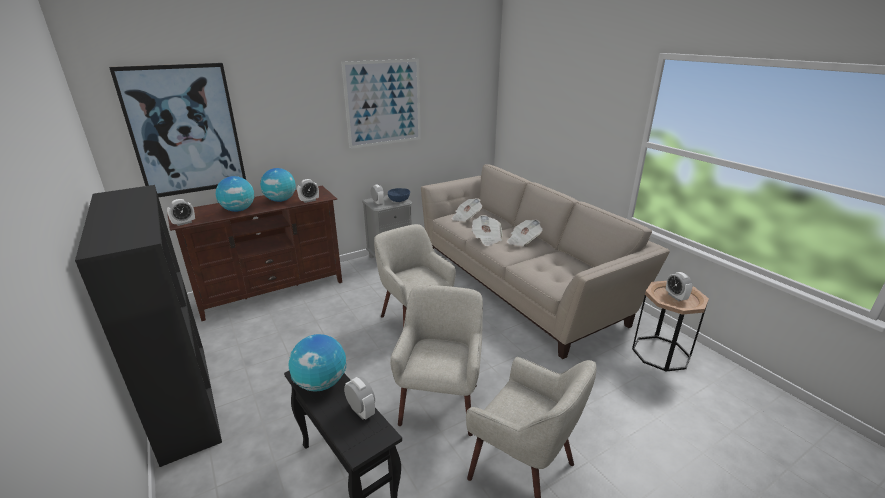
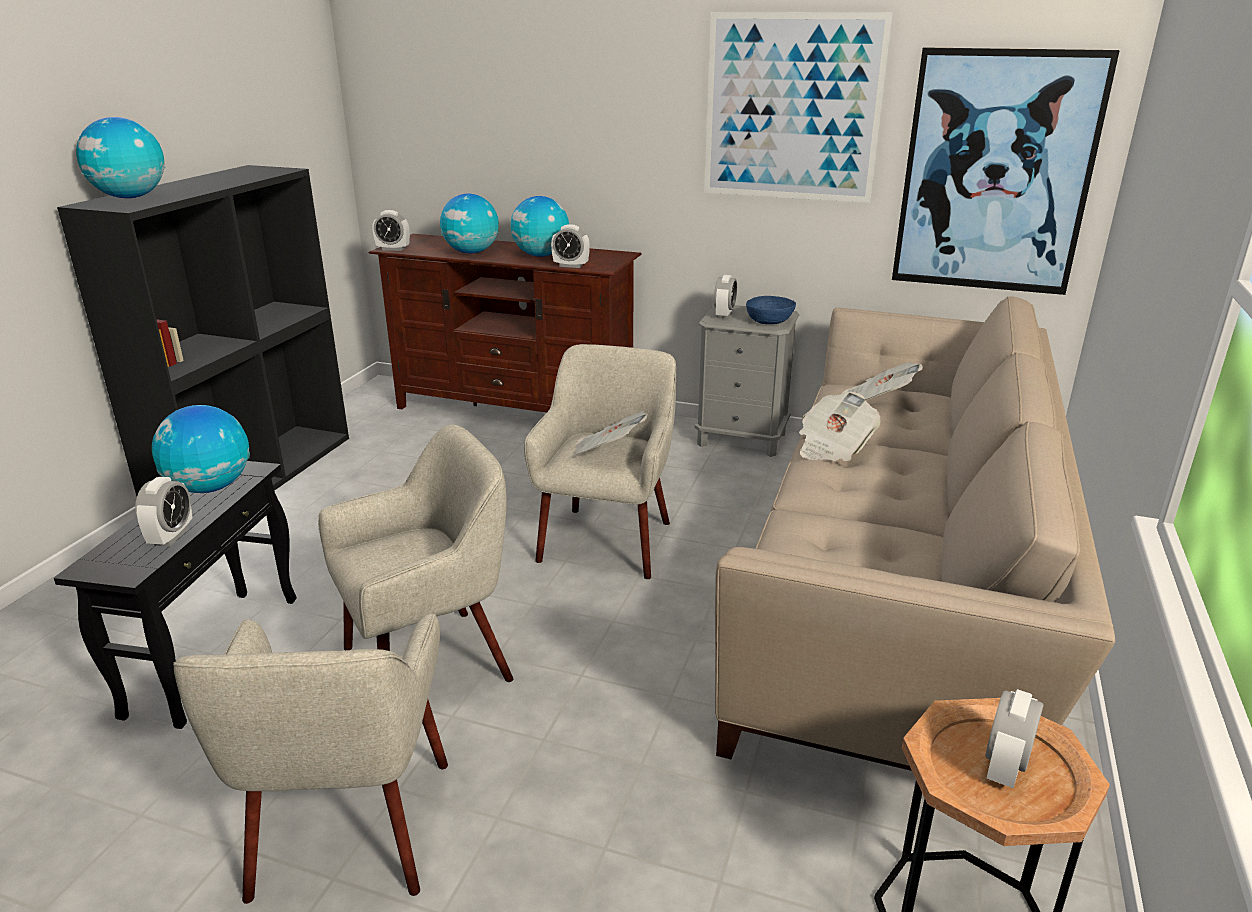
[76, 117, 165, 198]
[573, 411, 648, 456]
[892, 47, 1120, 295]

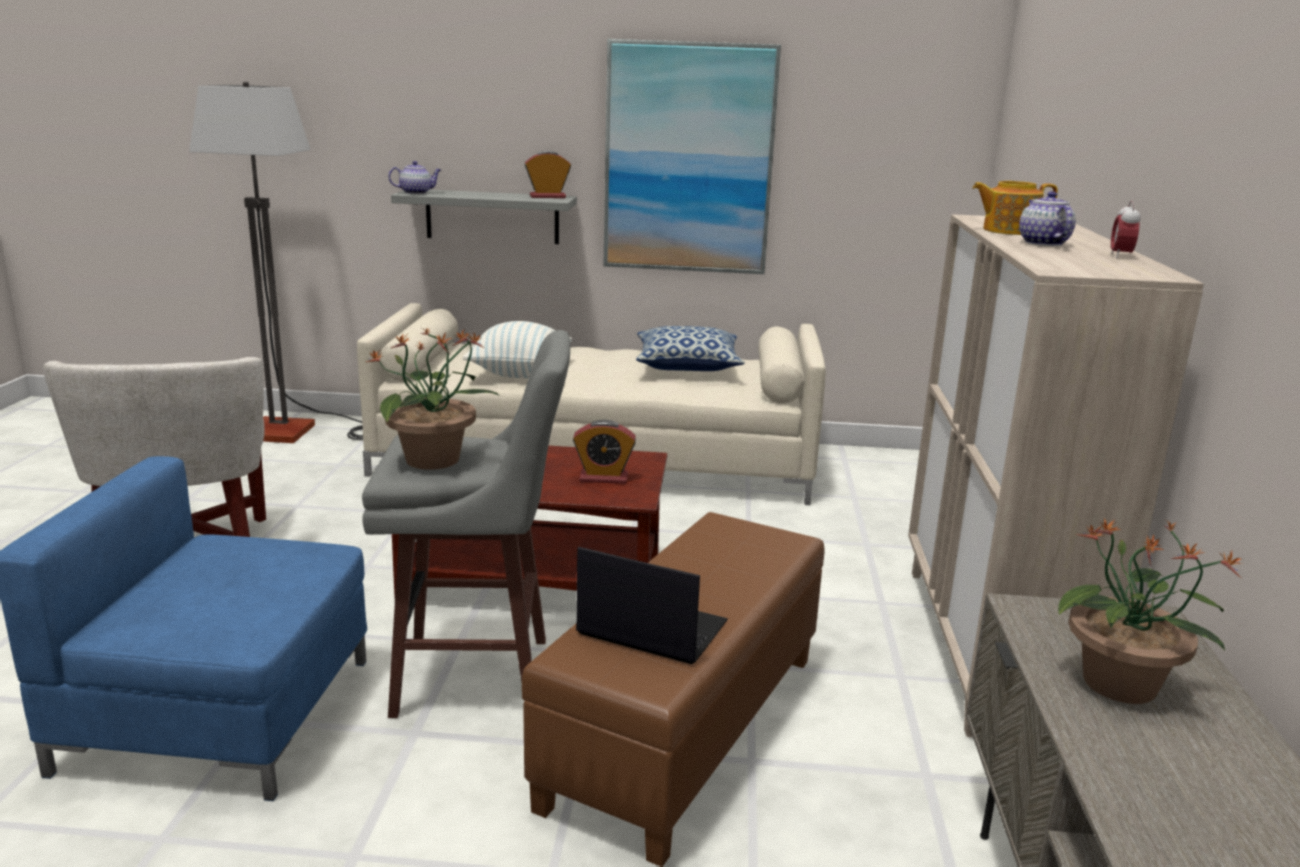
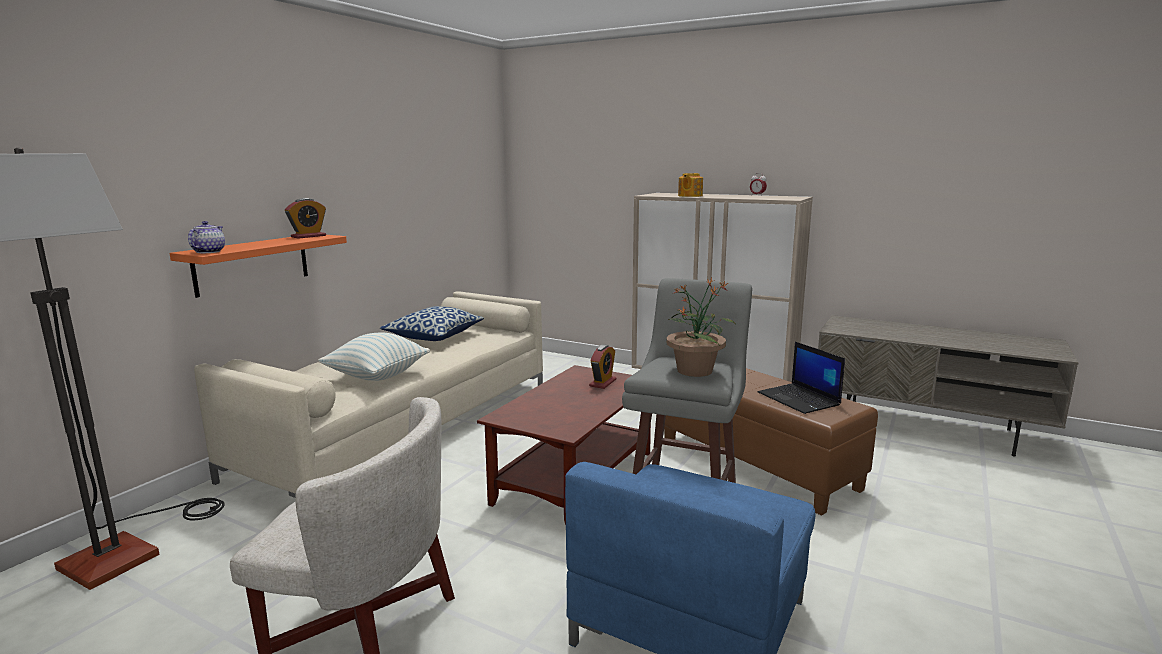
[169, 235, 347, 298]
[285, 198, 326, 239]
[758, 342, 845, 414]
[603, 39, 781, 274] (first image)
[1019, 191, 1076, 246] (first image)
[1058, 517, 1242, 704] (first image)

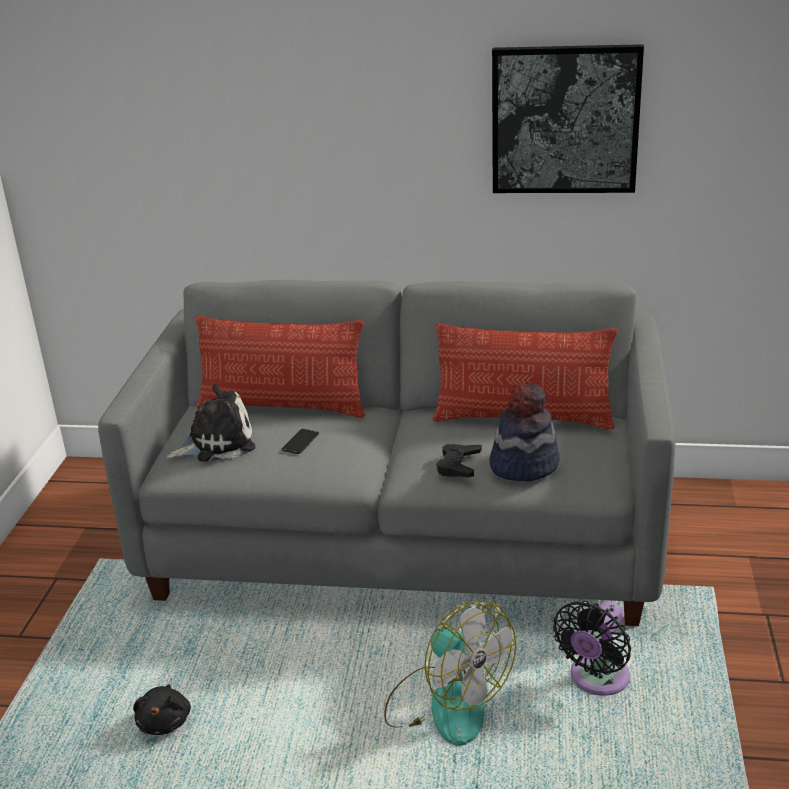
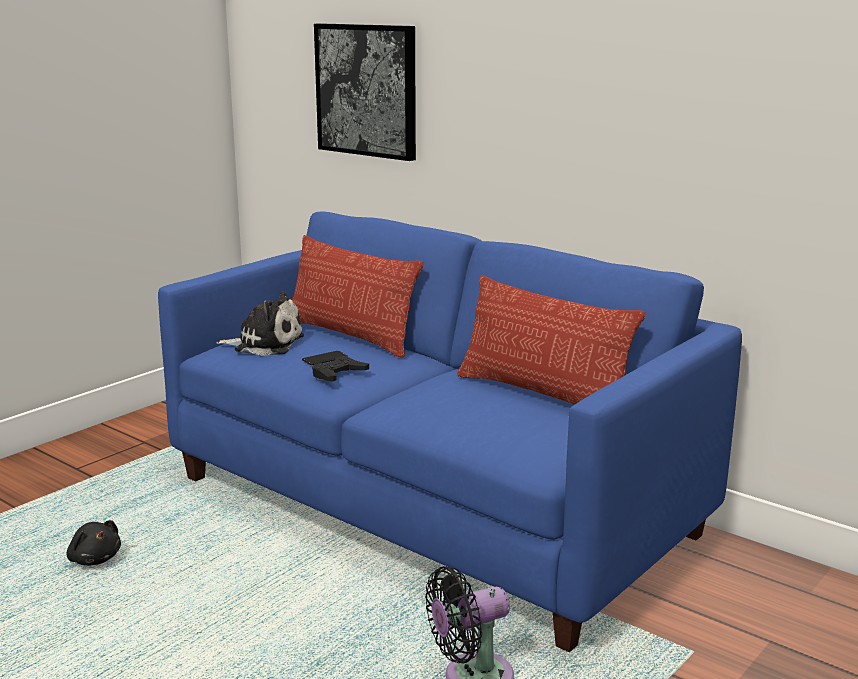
[67, 520, 121, 566]
[158, 212, 742, 652]
[312, 356, 369, 382]
[314, 23, 416, 161]
[384, 601, 516, 746] (first image)
[489, 382, 559, 481] (first image)

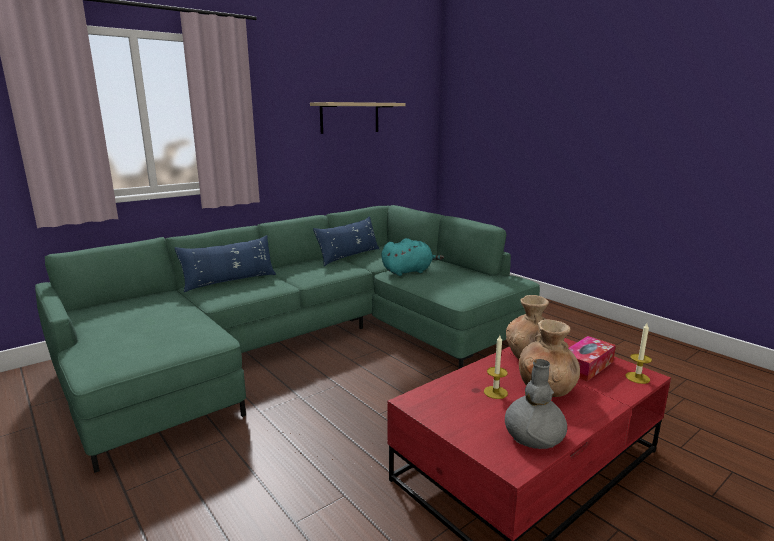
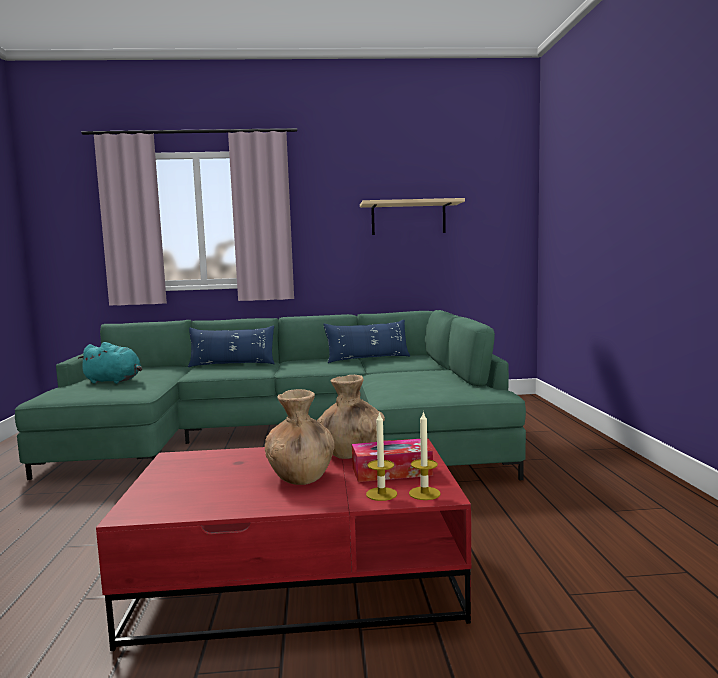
[77, 342, 142, 384]
[366, 412, 397, 501]
[505, 359, 567, 449] (first image)

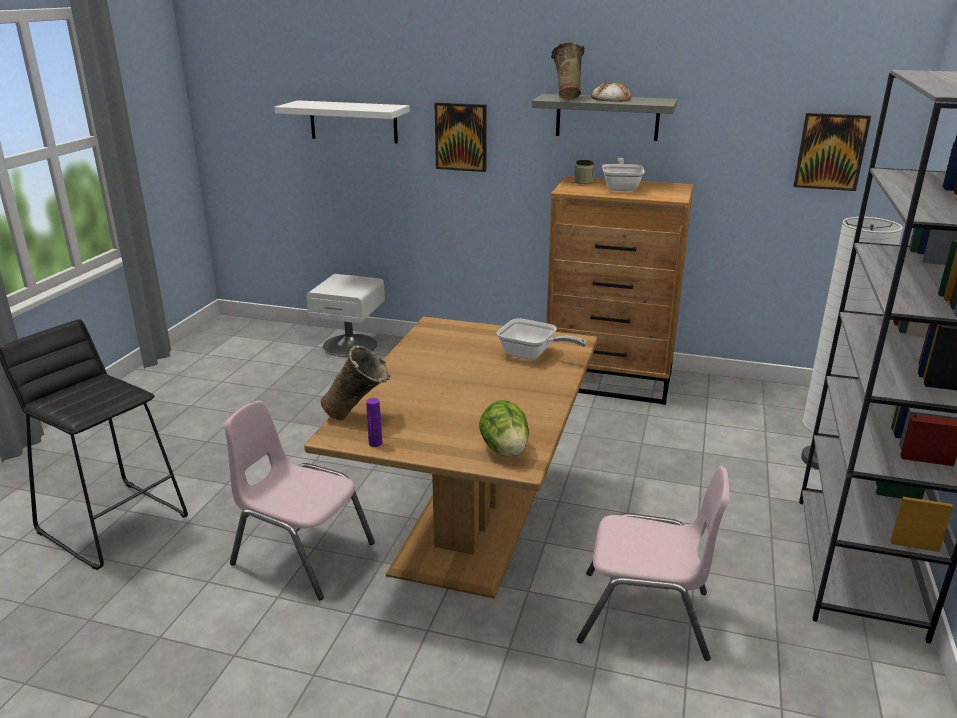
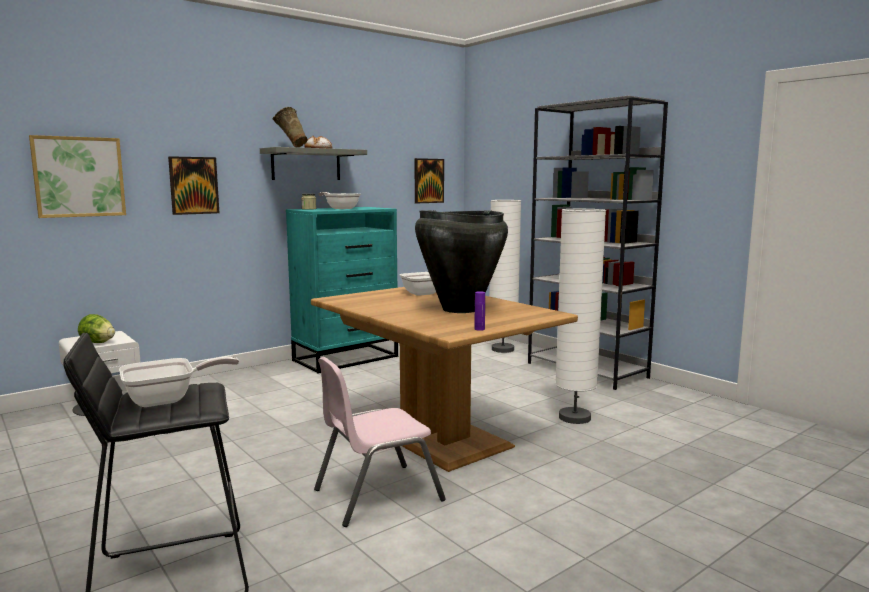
[29, 135, 126, 218]
[78, 314, 115, 343]
[119, 356, 239, 407]
[286, 207, 398, 374]
[415, 210, 508, 313]
[555, 209, 606, 424]
[321, 345, 390, 420] (first image)

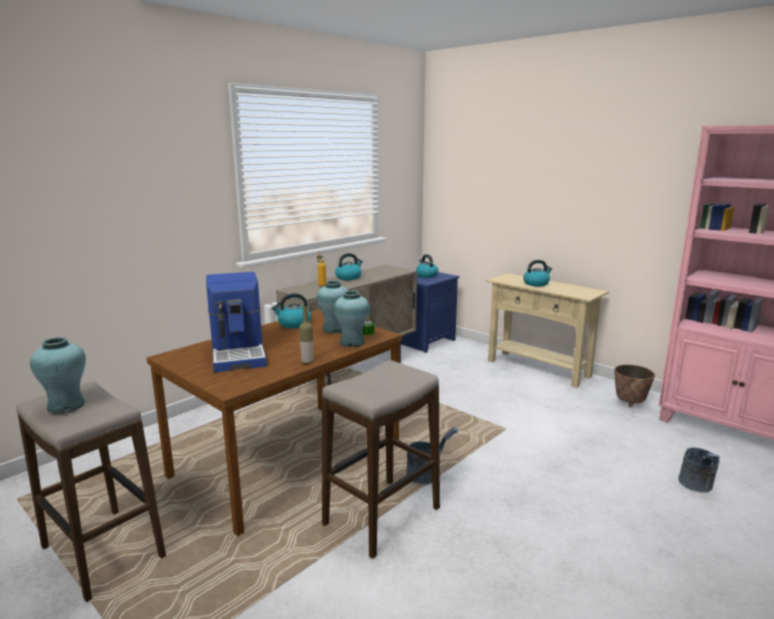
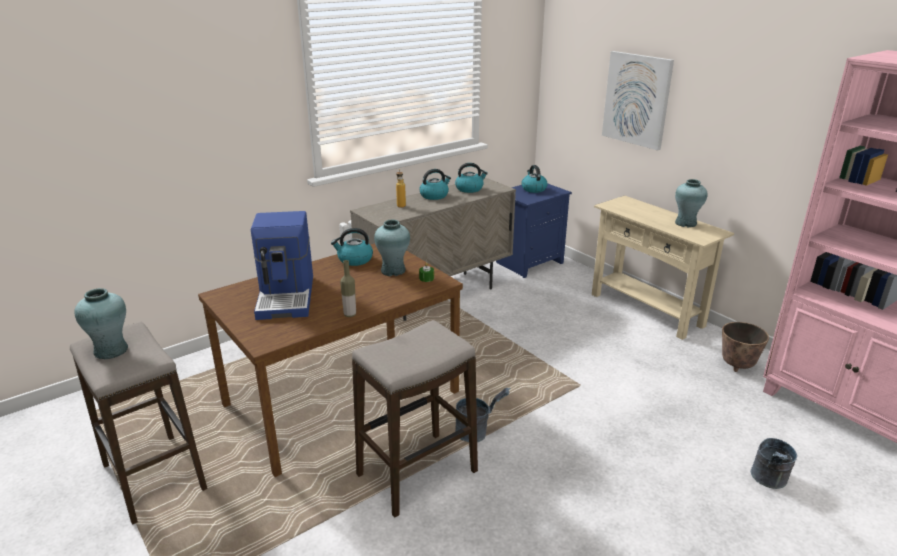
[455, 163, 488, 193]
[602, 51, 674, 150]
[675, 179, 707, 227]

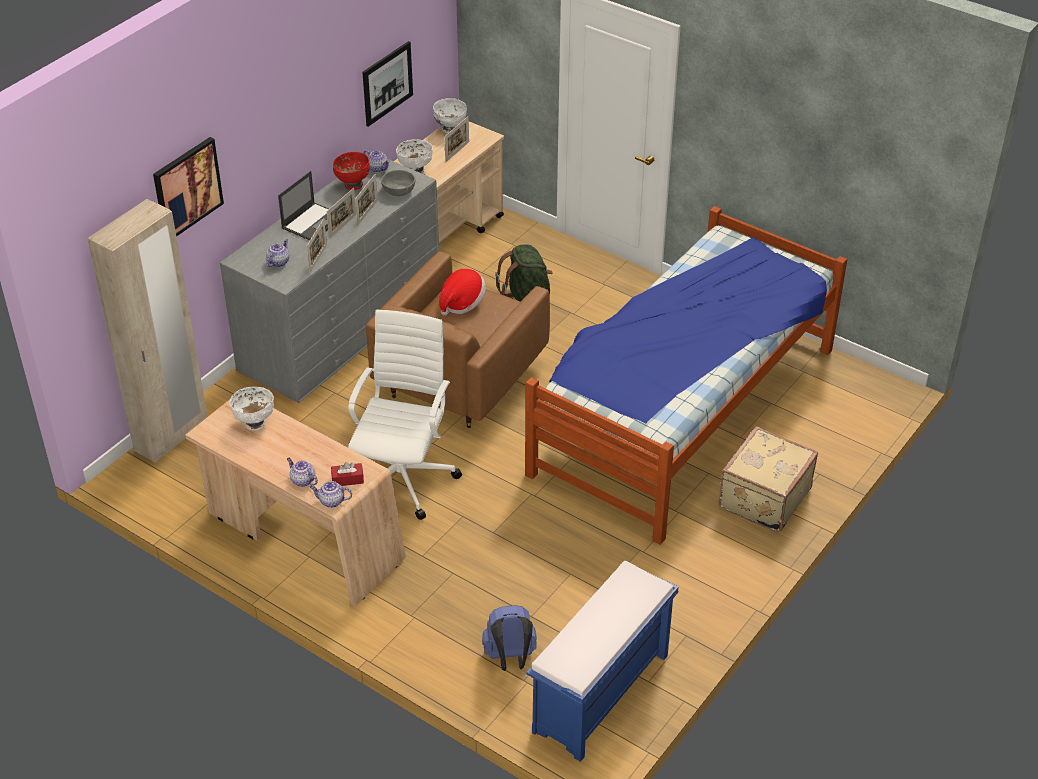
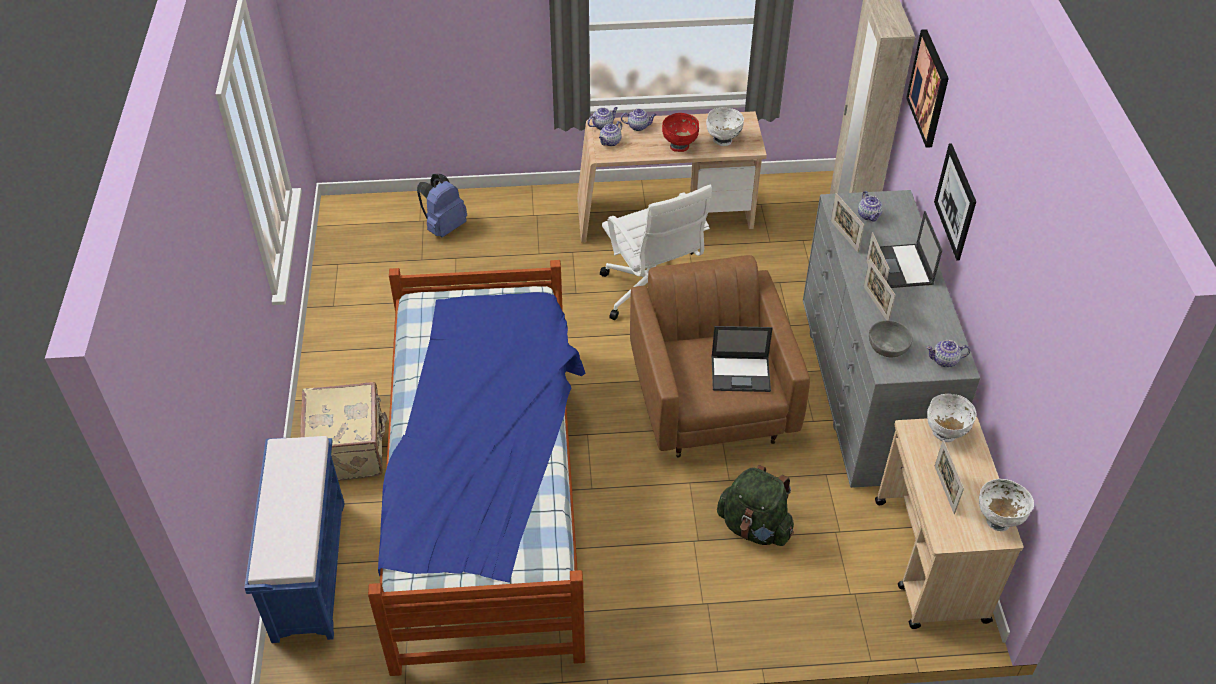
[245, 436, 344, 643]
[599, 121, 622, 146]
[662, 113, 699, 152]
[712, 326, 773, 392]
[934, 143, 976, 261]

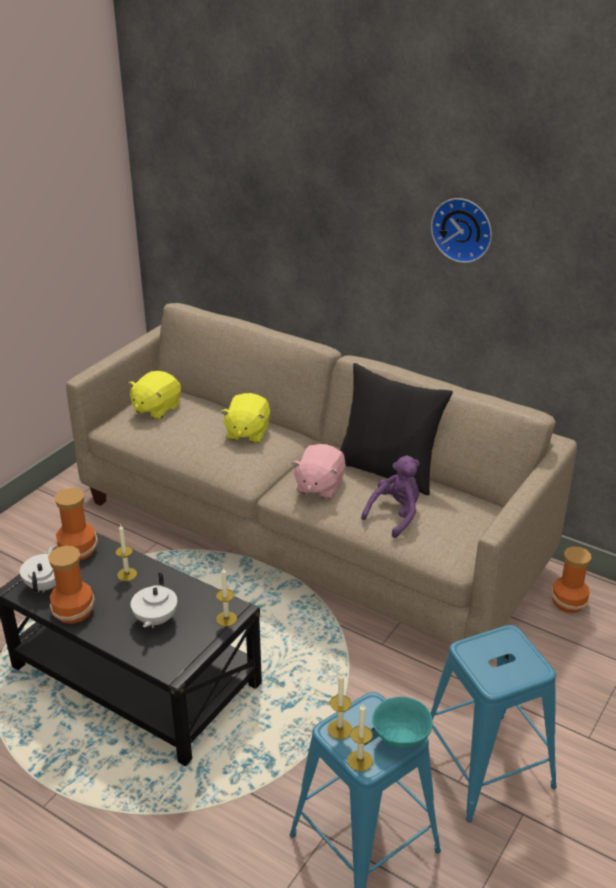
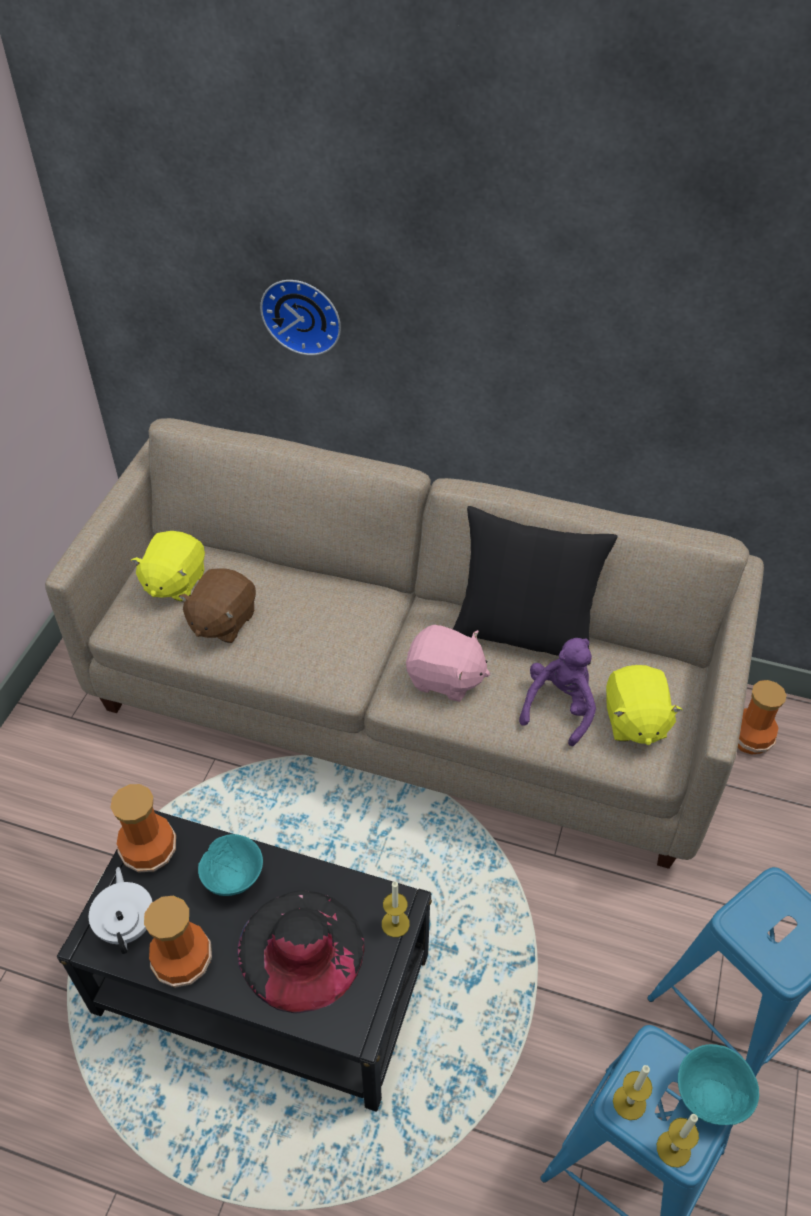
[178, 568, 256, 643]
[198, 834, 263, 896]
[237, 891, 365, 1013]
[260, 280, 341, 356]
[406, 625, 490, 702]
[606, 665, 683, 745]

